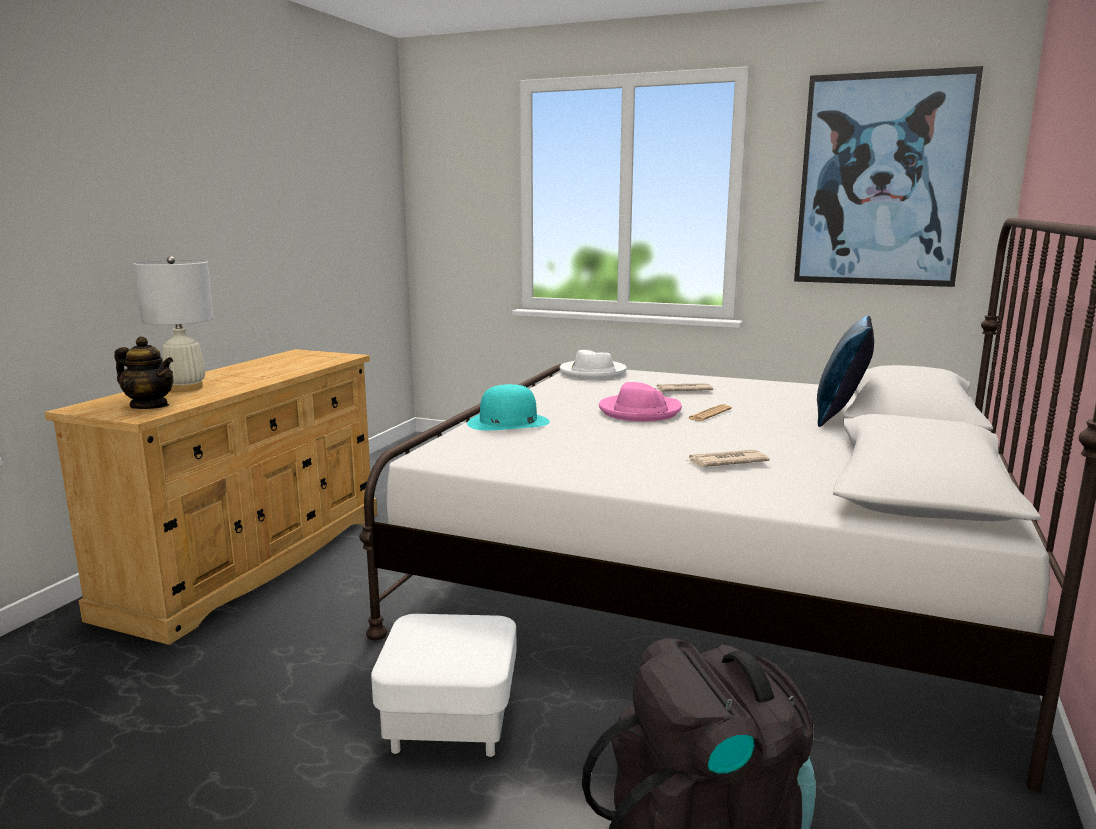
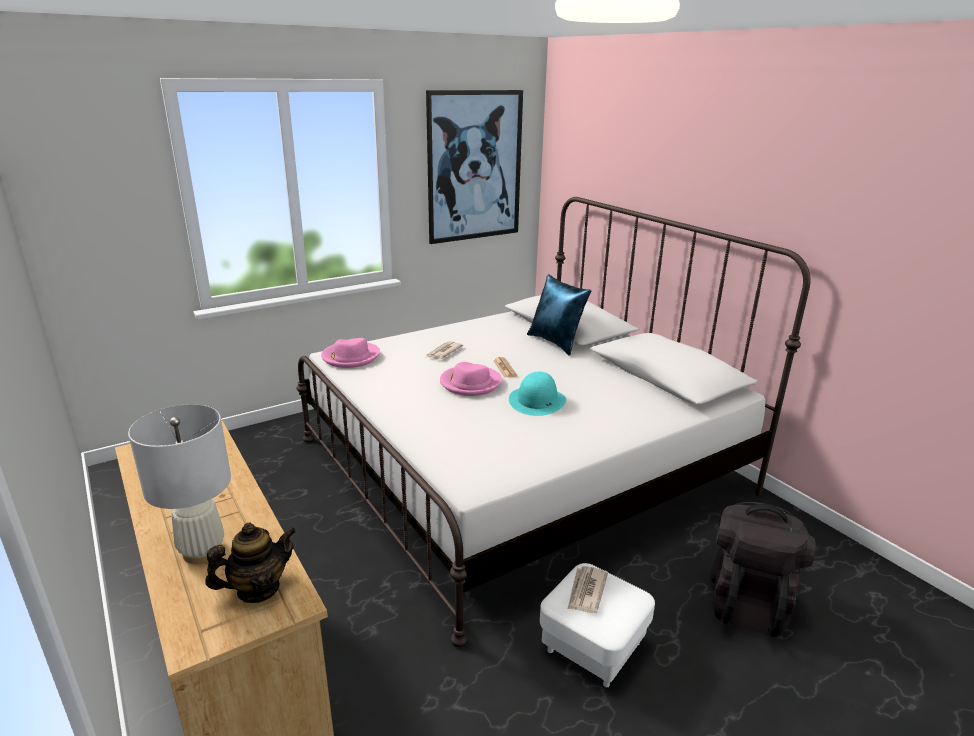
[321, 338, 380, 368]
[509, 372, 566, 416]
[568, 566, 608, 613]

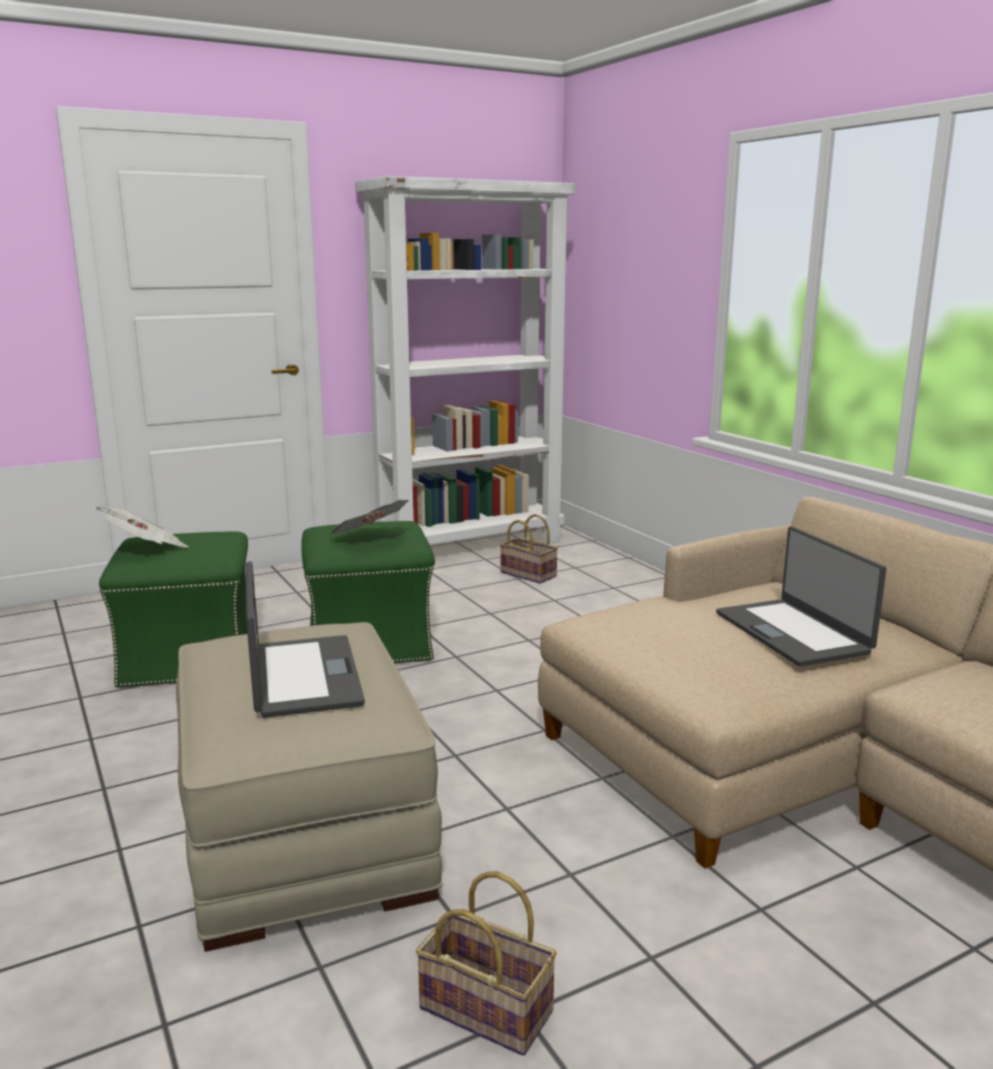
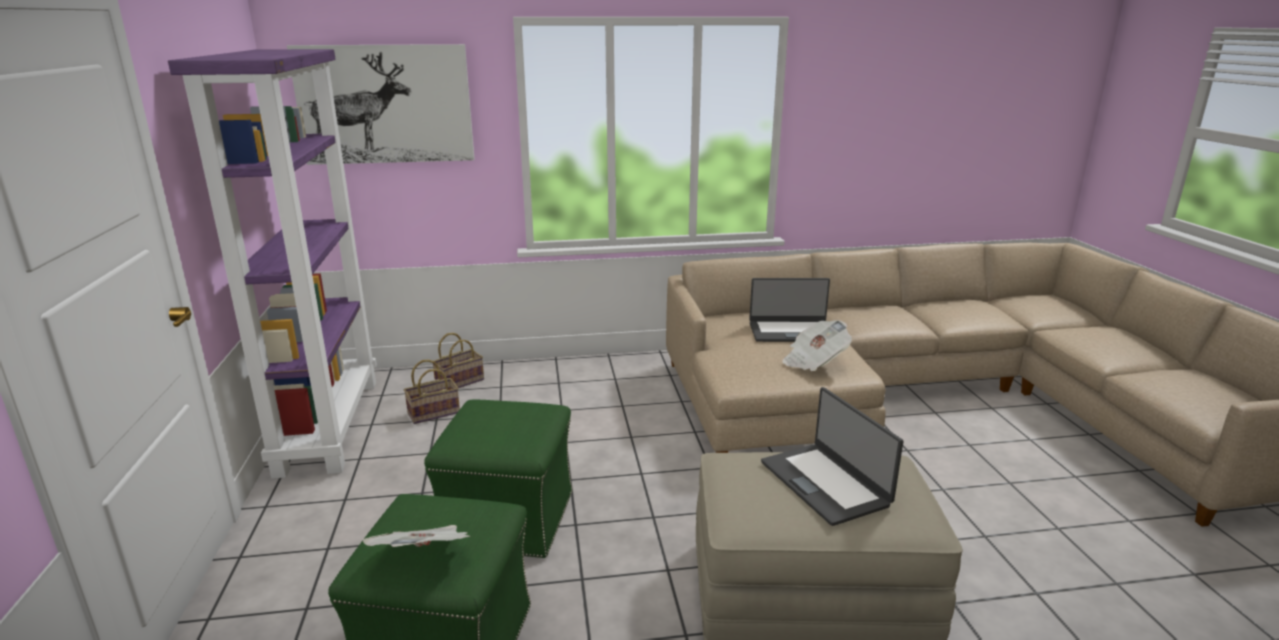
[168, 49, 377, 479]
[287, 44, 475, 165]
[433, 333, 484, 388]
[761, 387, 903, 526]
[782, 320, 852, 371]

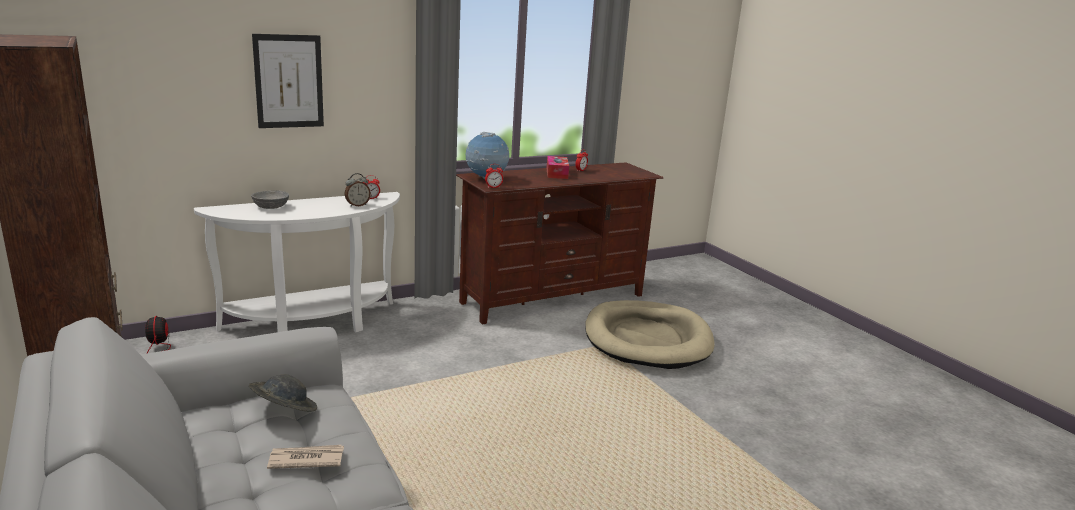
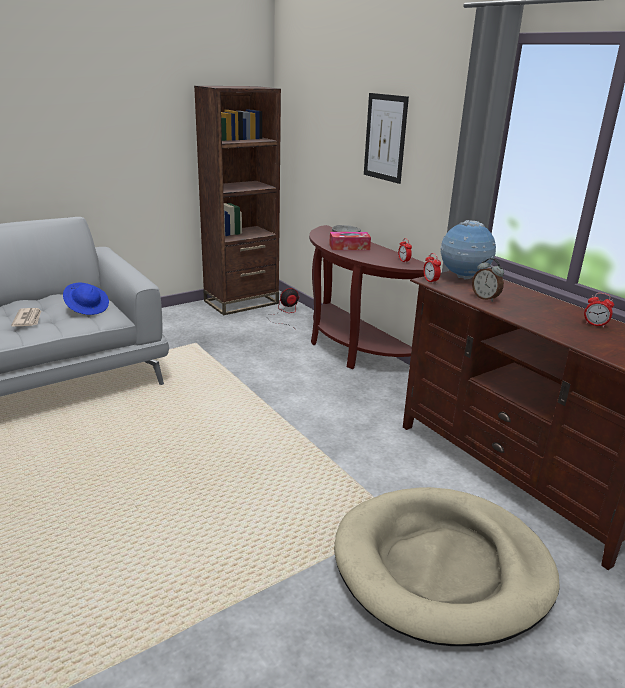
[63, 282, 109, 315]
[309, 225, 425, 369]
[329, 232, 371, 250]
[472, 258, 504, 302]

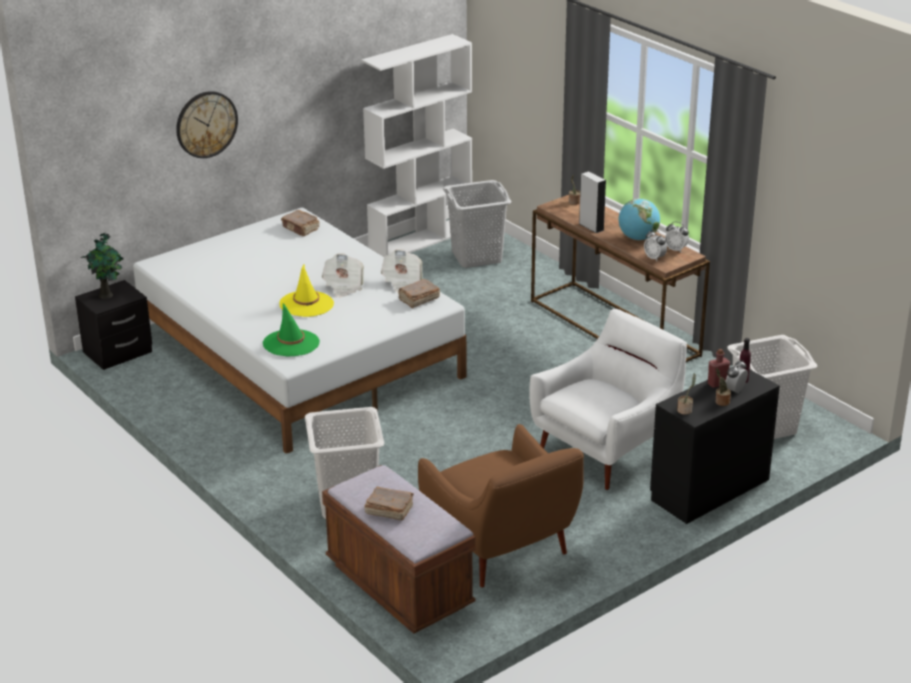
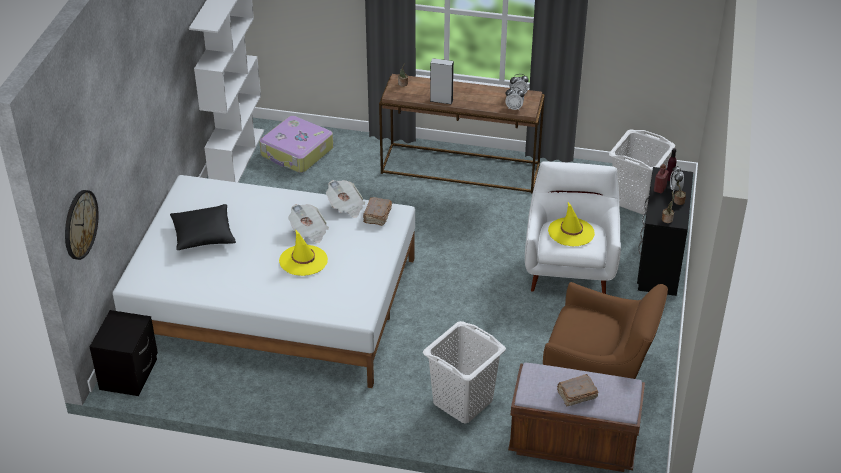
[65, 190, 99, 260]
[170, 204, 236, 250]
[259, 116, 333, 173]
[548, 202, 595, 246]
[80, 233, 124, 299] (first image)
[263, 303, 320, 357] (first image)
[281, 210, 320, 236] (first image)
[618, 198, 660, 240] (first image)

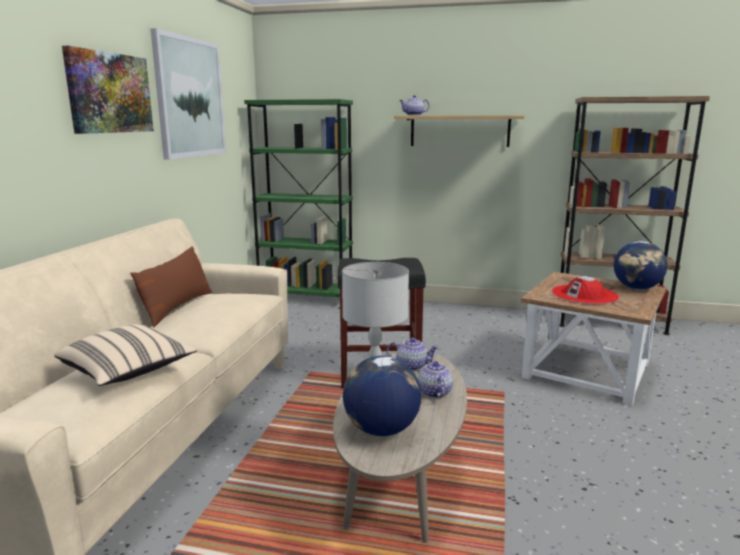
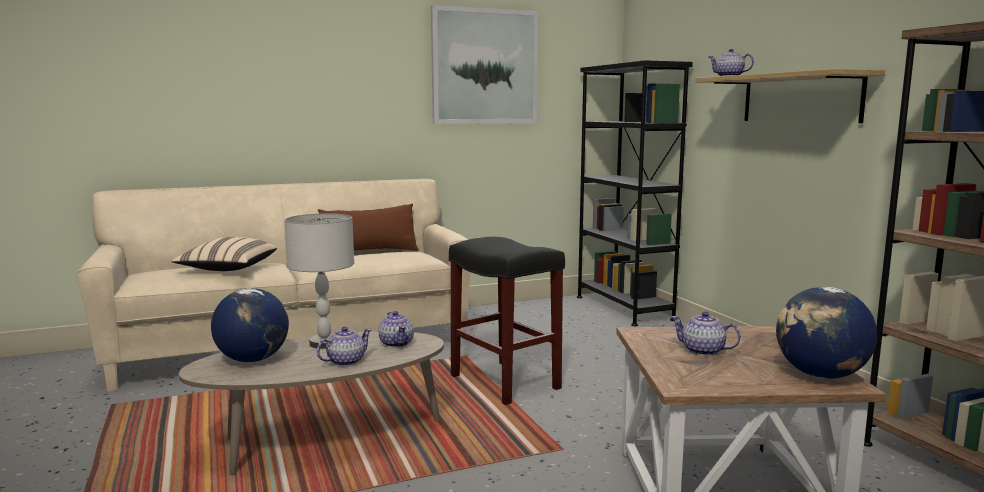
[577, 60, 693, 326]
[671, 312, 741, 356]
[62, 46, 154, 134] (first image)

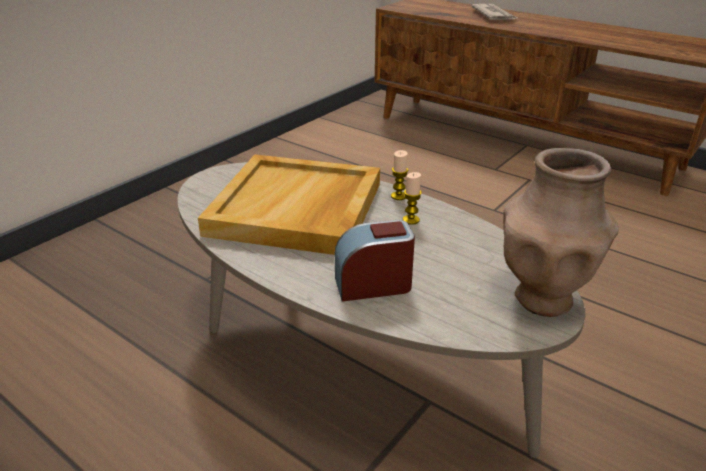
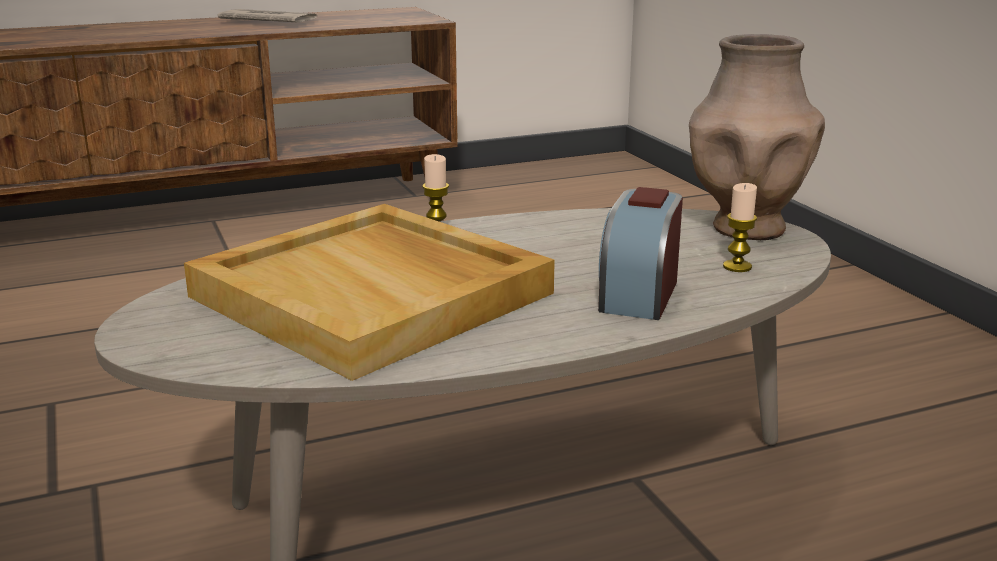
[218, 9, 318, 22]
[723, 183, 757, 272]

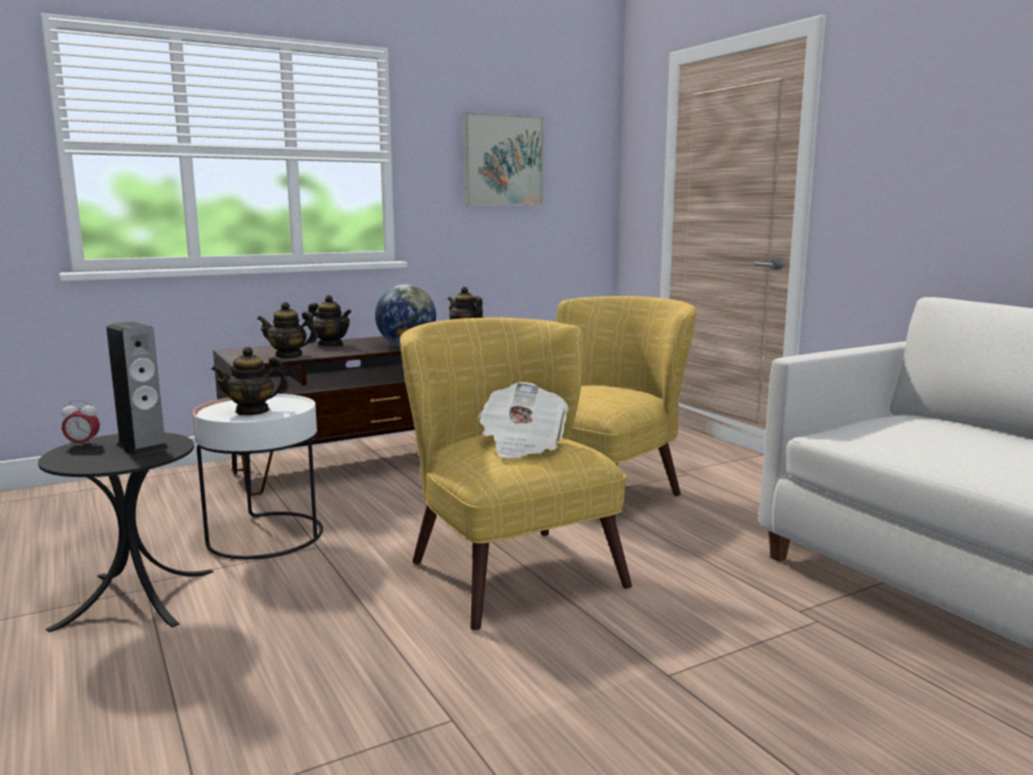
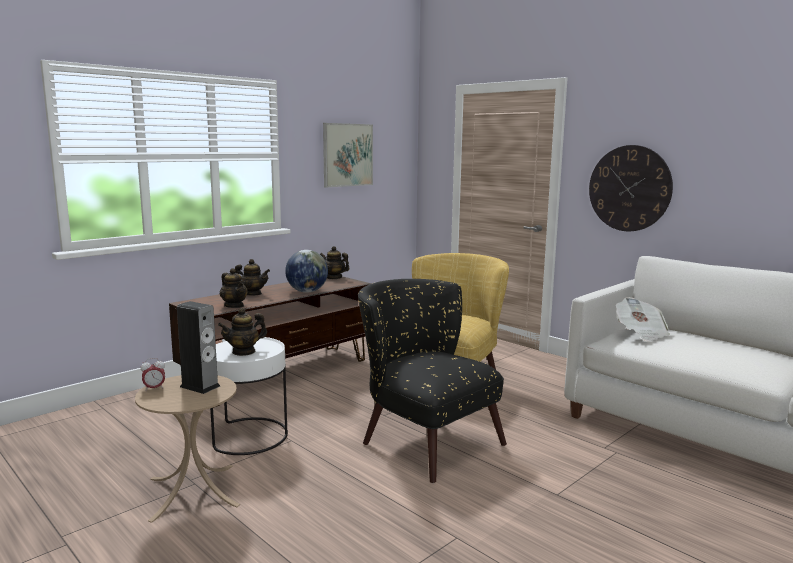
[135, 375, 240, 523]
[220, 268, 248, 308]
[358, 279, 507, 483]
[589, 145, 673, 231]
[616, 297, 670, 342]

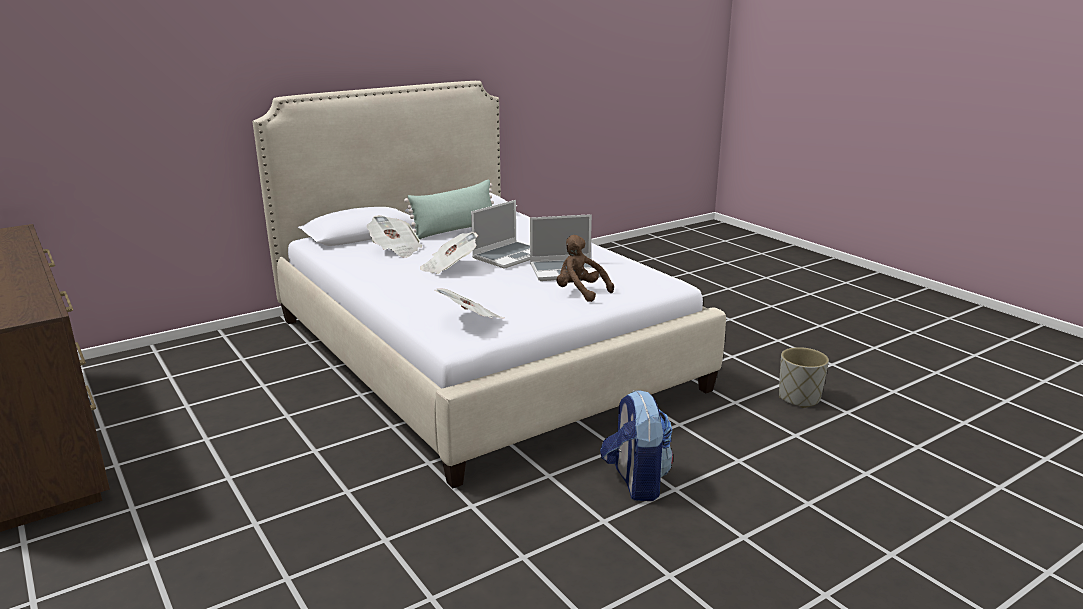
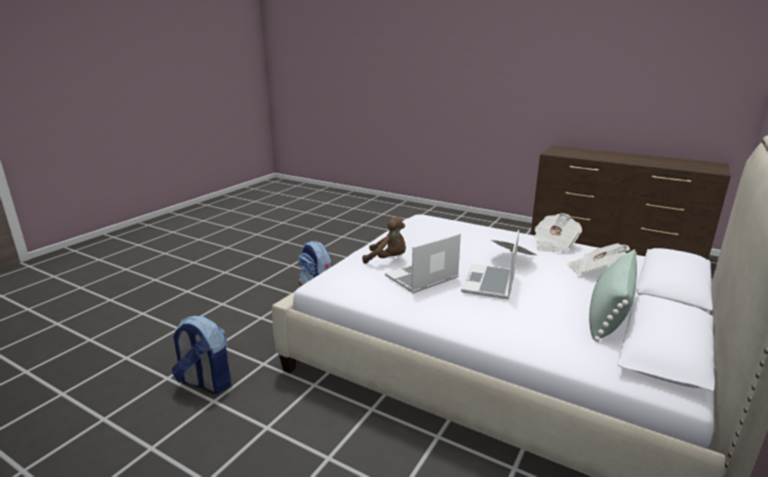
[171, 316, 231, 394]
[534, 213, 582, 252]

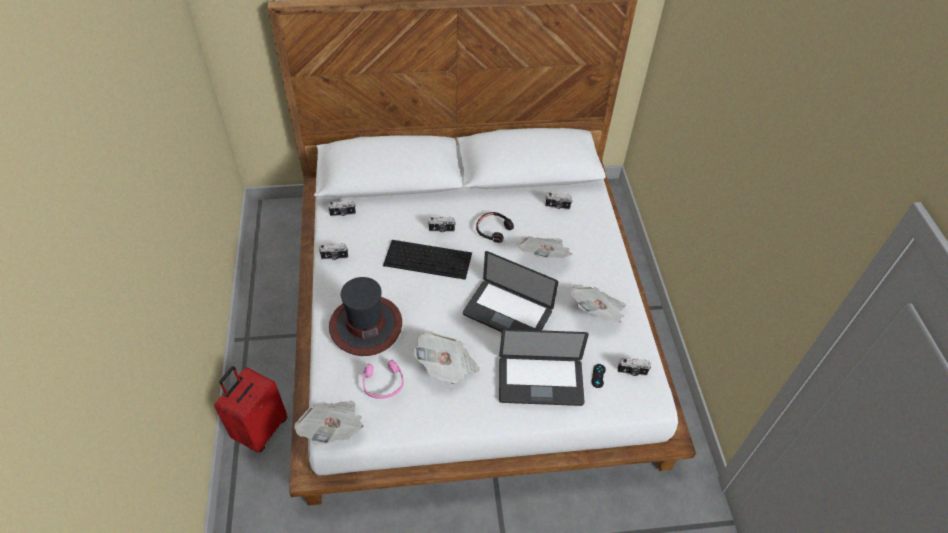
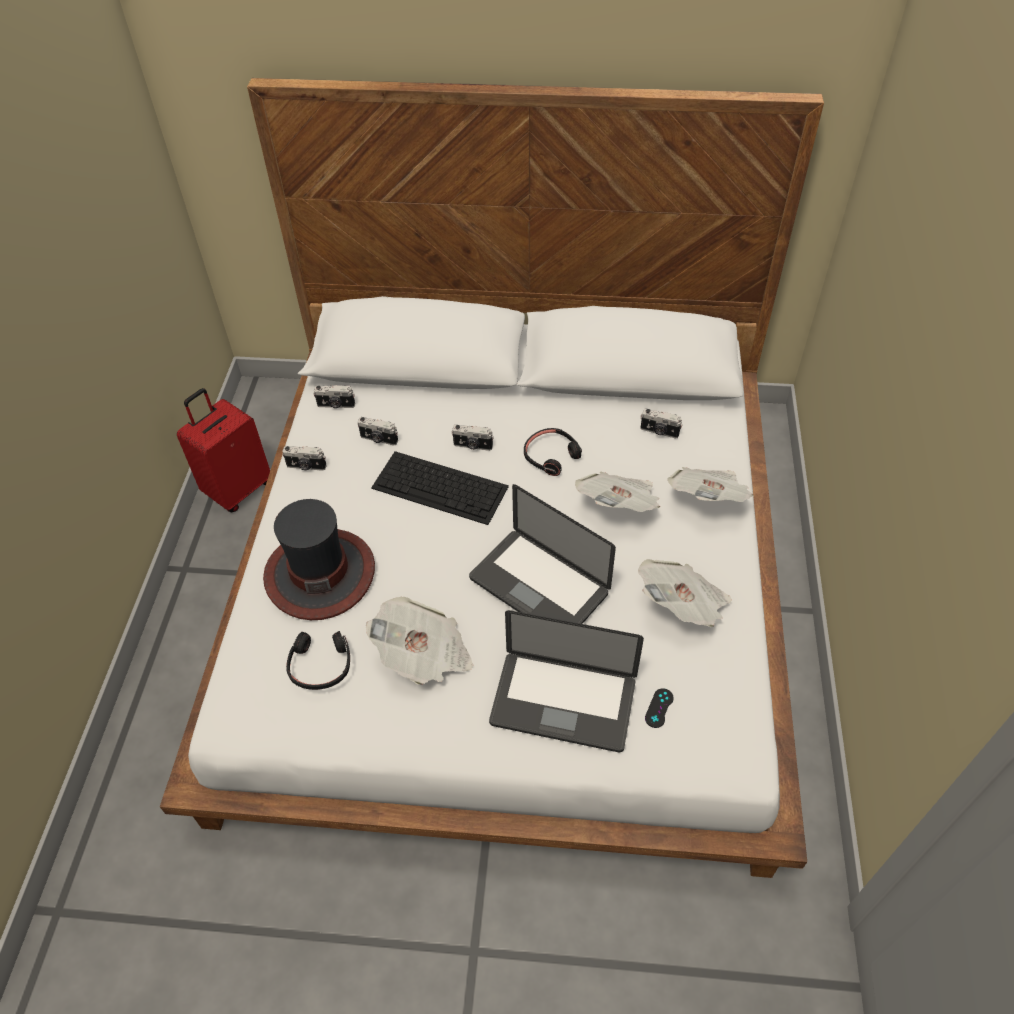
[177, 388, 270, 512]
[286, 631, 350, 690]
[358, 417, 398, 446]
[667, 467, 754, 502]

